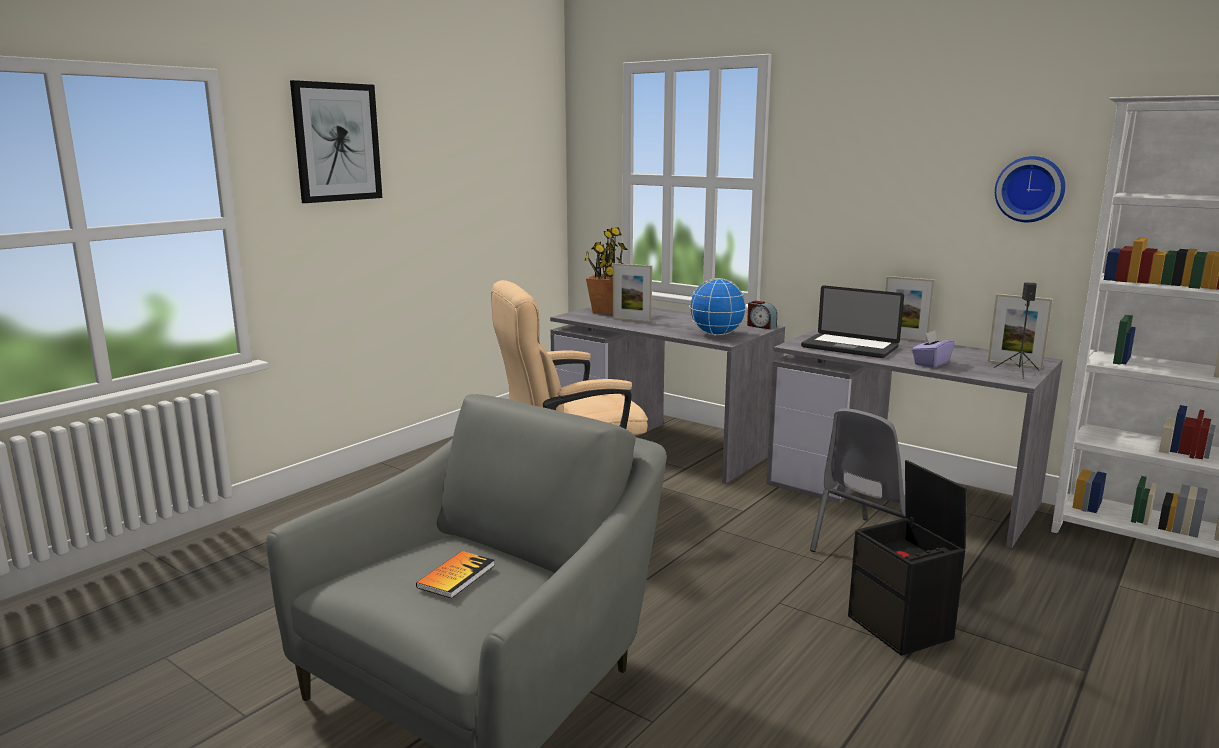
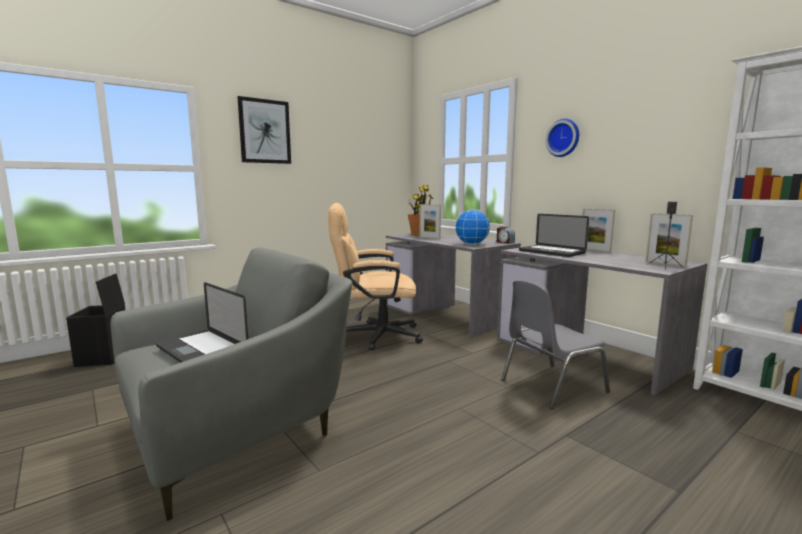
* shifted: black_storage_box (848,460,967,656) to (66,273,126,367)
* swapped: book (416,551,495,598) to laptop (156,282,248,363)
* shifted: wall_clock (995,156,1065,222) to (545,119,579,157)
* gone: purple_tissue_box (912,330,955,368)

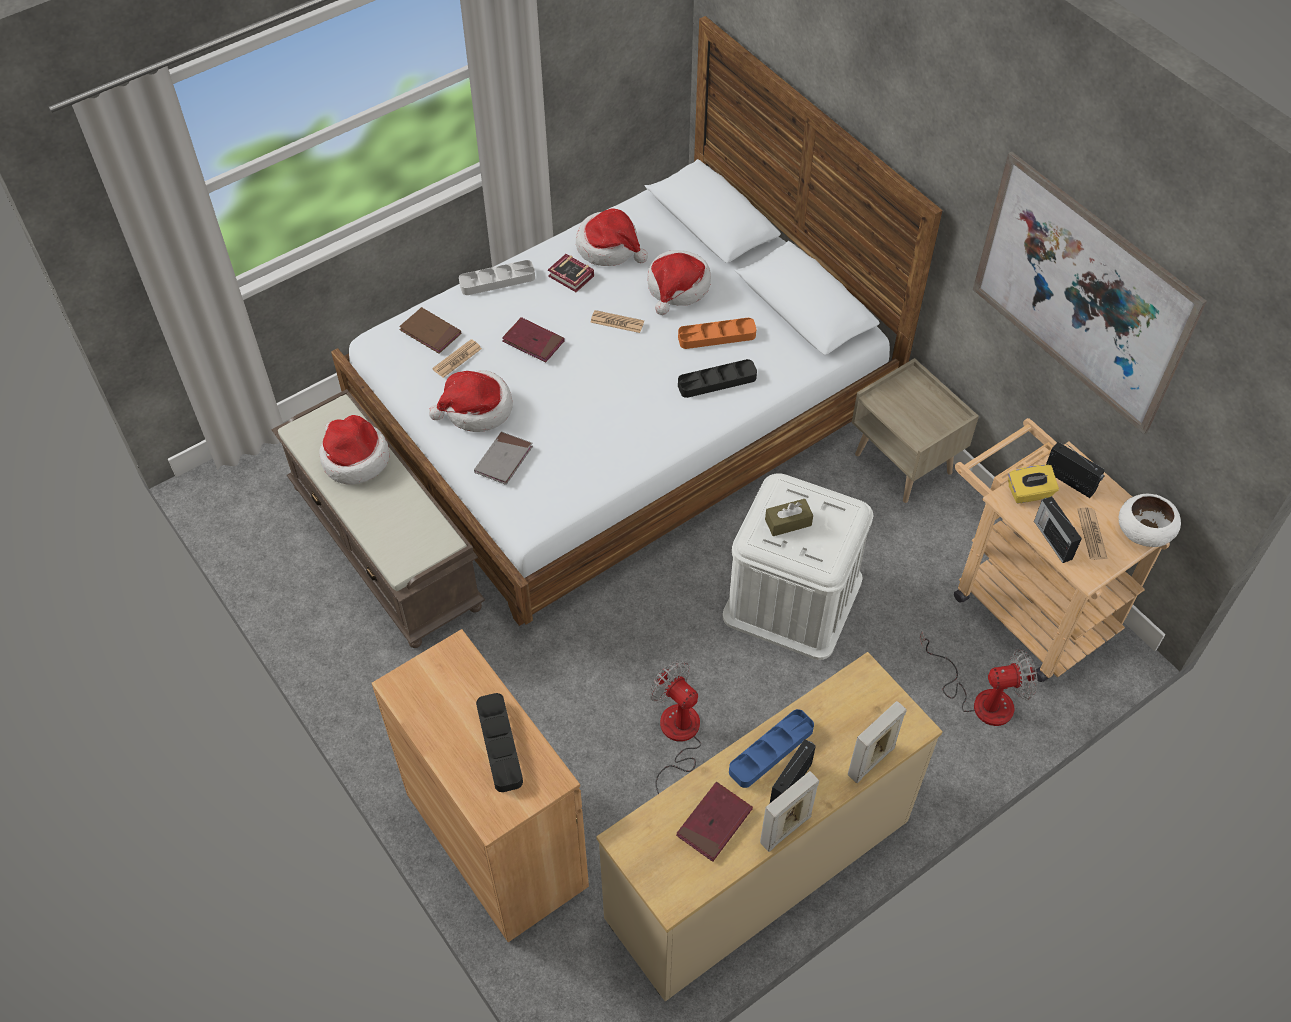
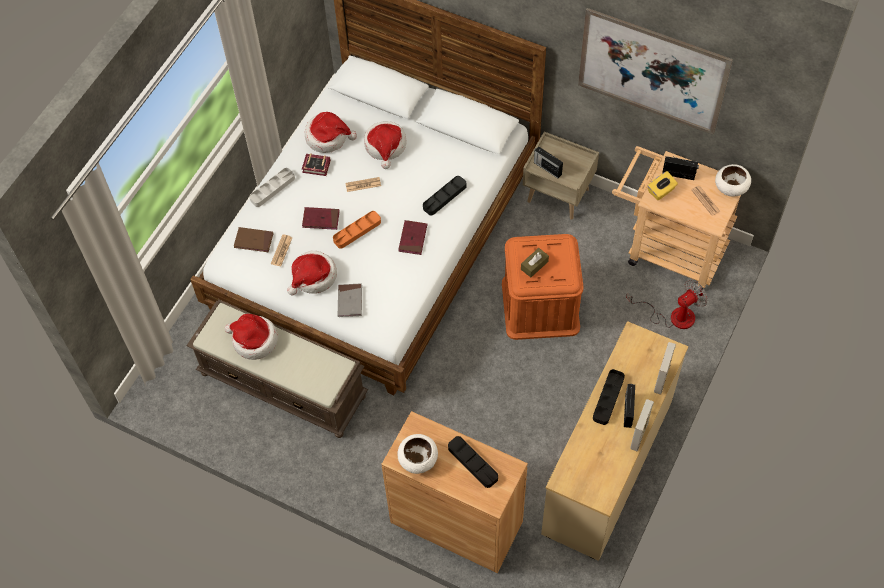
* shifted: orange_tray (678,318,756,349) to (333,211,381,249)
* new: white_bowl (397,434,438,474)
* shifted: red_book (676,782,753,862) to (398,220,427,255)
* repainted: white_storage_box (723,473,874,660) to orange_storage_box (502,234,583,340)
* shifted: radio (1034,496,1082,563) to (534,146,563,179)
* repainted: blue_tray (729,709,814,788) to black_tray (593,369,625,425)
* gone: fan (650,661,701,794)

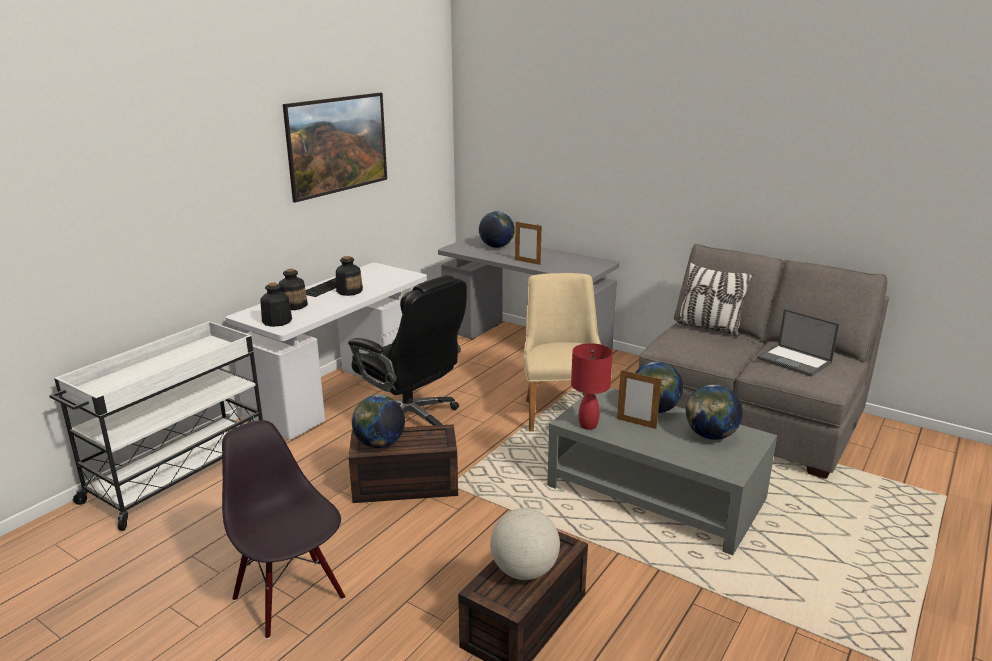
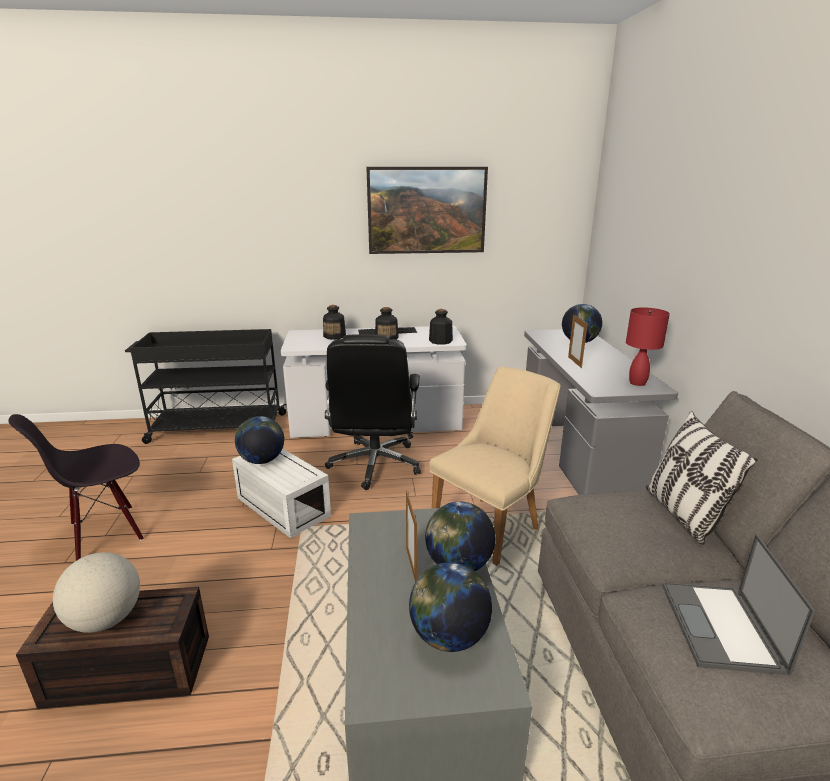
* rotated: black_chair (222,420,345,639) = (8,414,144,561) 135 degrees counterclockwise
* repainted: white_cart (49,321,263,531) to black_cart (125,329,287,444)
* repainted: brown_storage_box (349,424,458,503) to white_storage_box (232,448,331,538)
* shifted: bottle (260,283,292,327) to (429,309,453,345)
* shifted: red_table_lamp (571,343,613,430) to (626,307,670,386)

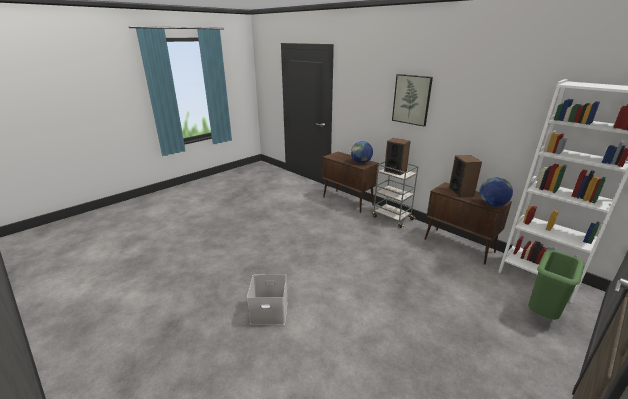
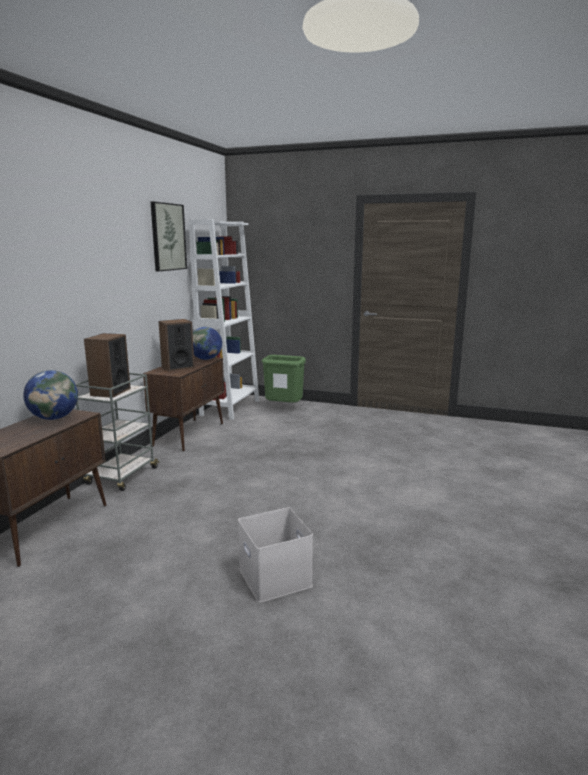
* shifted: picture (392,74,433,126) to (151,202,187,271)
* shifted: white_storage_box (247,274,288,325) to (238,508,313,603)

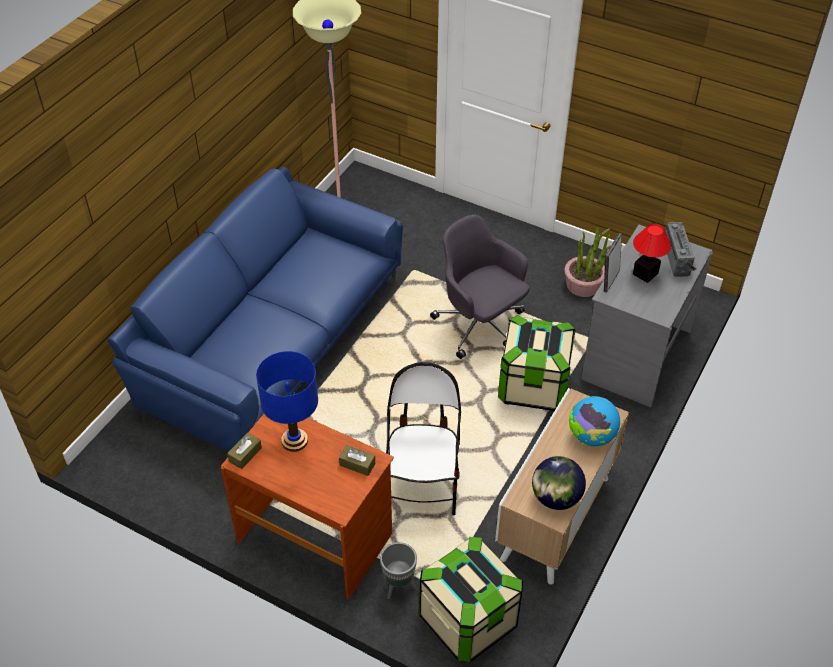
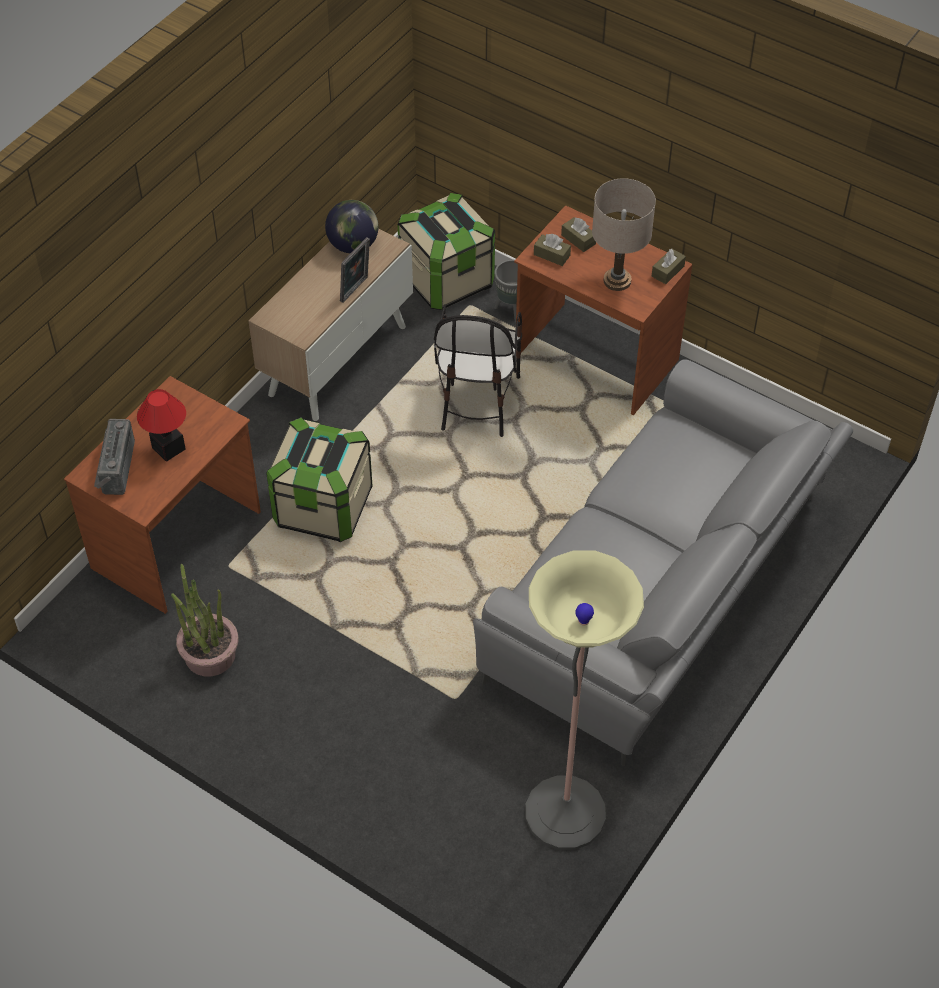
* repainted: grey_desk (581,225,712,407) to brown_desk (64,376,261,614)
* shifted: picture_frame (604,233,622,293) to (340,237,370,303)
* repainted: blue_sofa (108,167,403,452) to grey_sofa (473,359,853,766)
* new: brown_tissue_box (561,217,596,252)
* repainted: blue_table_lamp (256,351,318,452) to beige_table_lamp (592,178,656,291)
* gone: grey_office_chair (430,215,530,359)
* gone: globe (569,396,620,446)

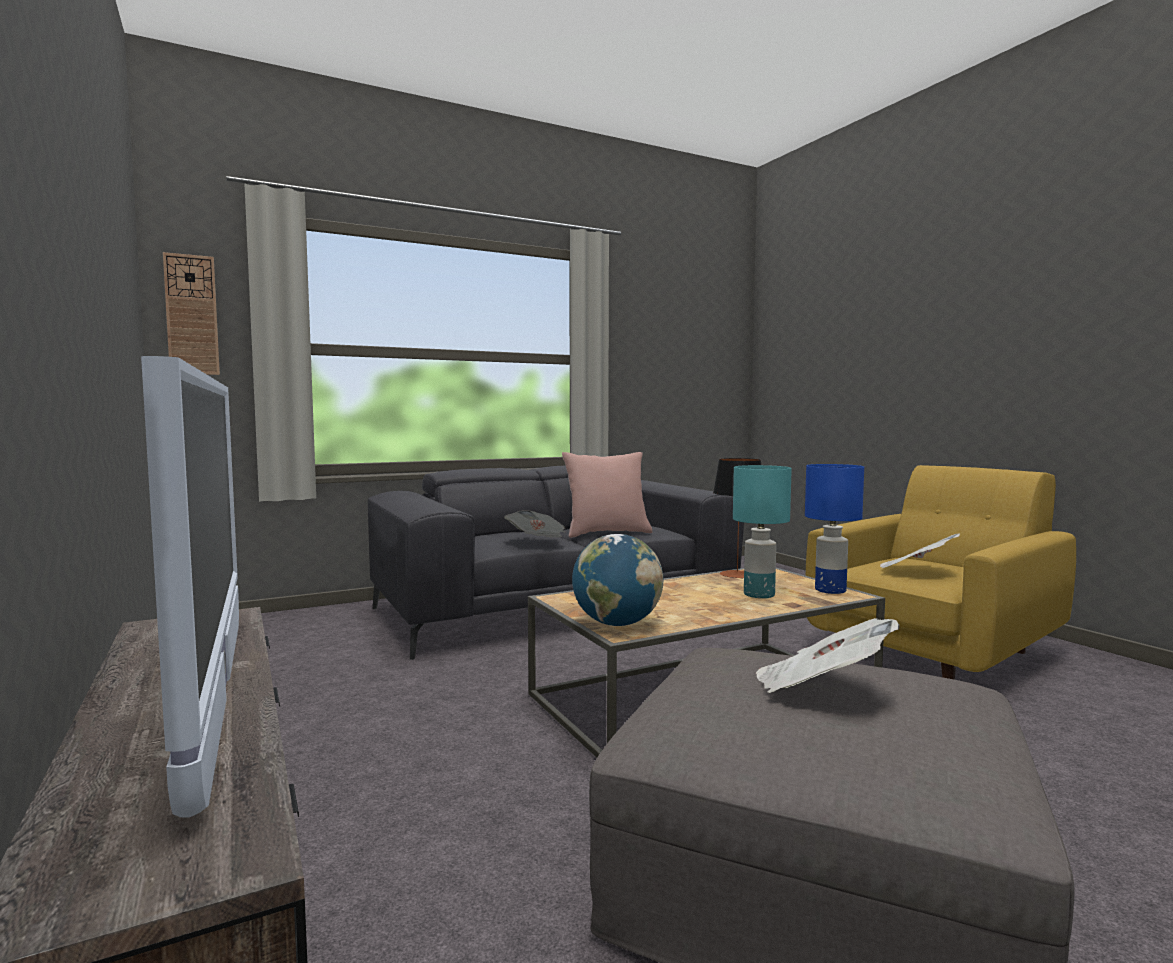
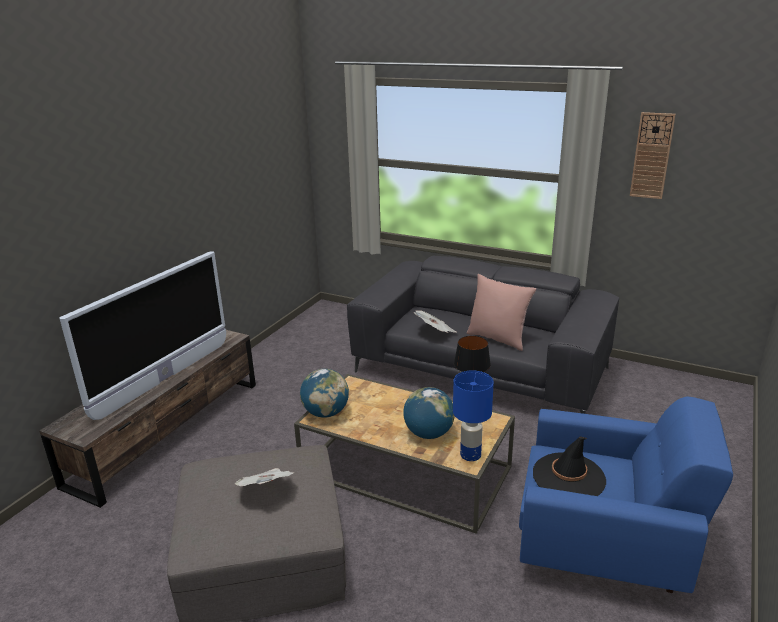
* swapped: turquoise_table_lamp (733,465,792,598) to globe (403,387,455,439)
* repainted: yellow_armchair (806,465,1076,680) to blue_armchair (519,397,733,593)
* swapped: newspaper (880,534,960,568) to black_hat (533,436,606,496)
* shifted: wall_clock (163,252,220,375) to (630,112,676,199)

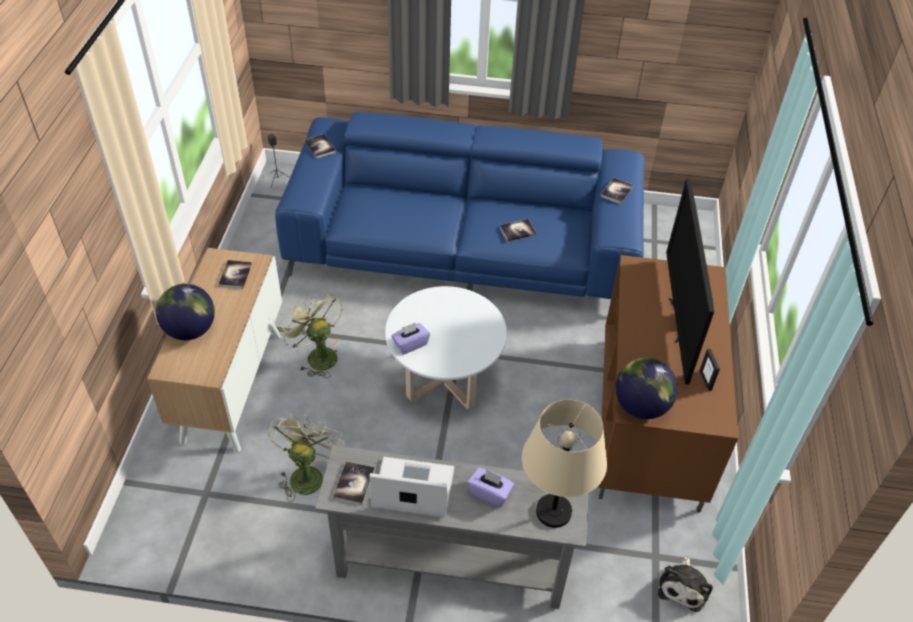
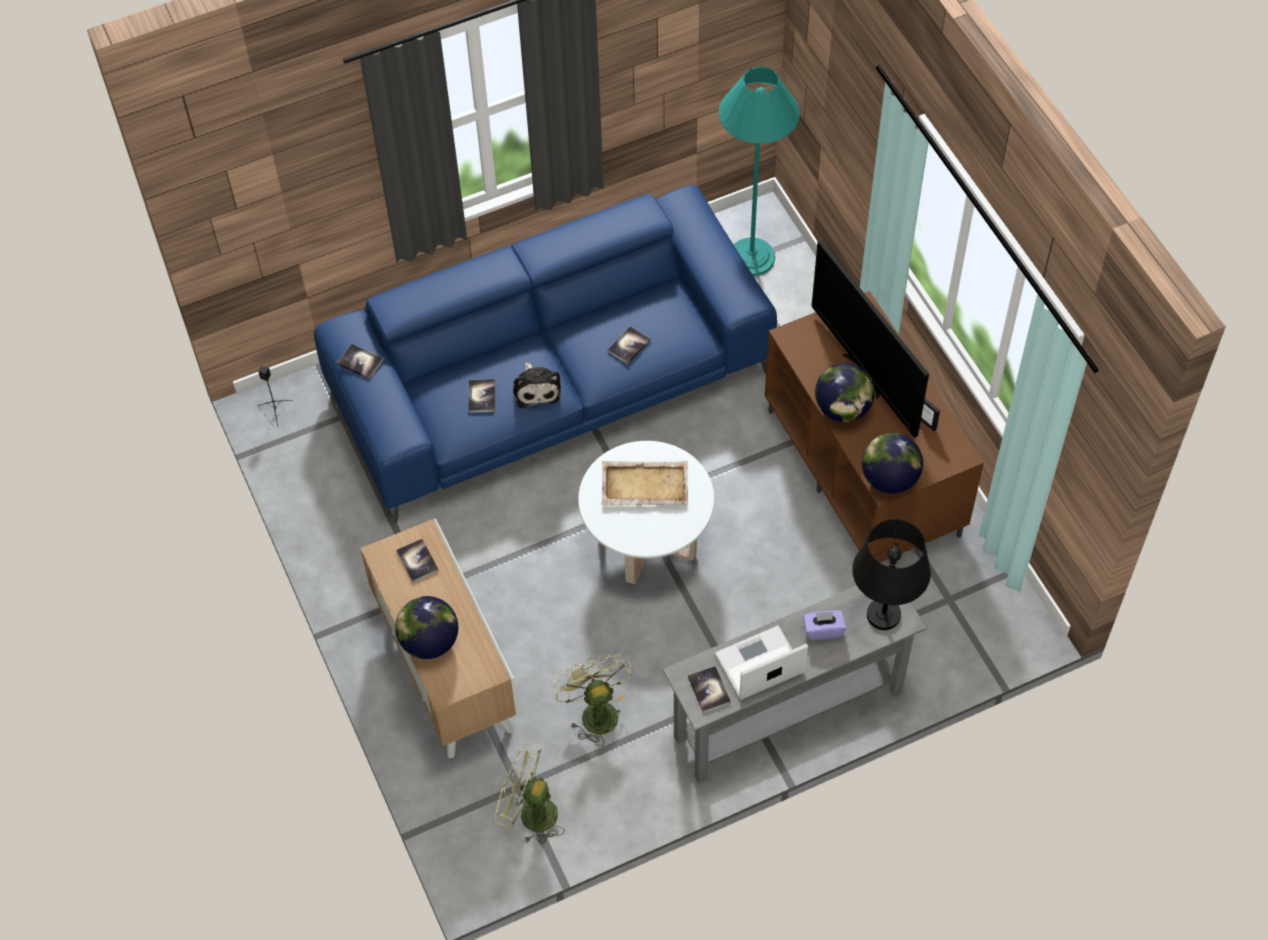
* shifted: book (600,178,634,204) to (468,379,495,413)
* shifted: green_fan (279,291,343,378) to (495,744,565,845)
* shifted: plush_toy (658,555,713,612) to (513,362,561,408)
* new: beige_tray (602,460,688,506)
* new: turquoise_floor_lamp (719,66,800,276)
* new: globe (815,363,875,422)
* repainted: beige_table_lamp (522,400,607,528) to black_table_lamp (852,519,931,630)
* gone: purple_tissue_box (391,322,430,355)

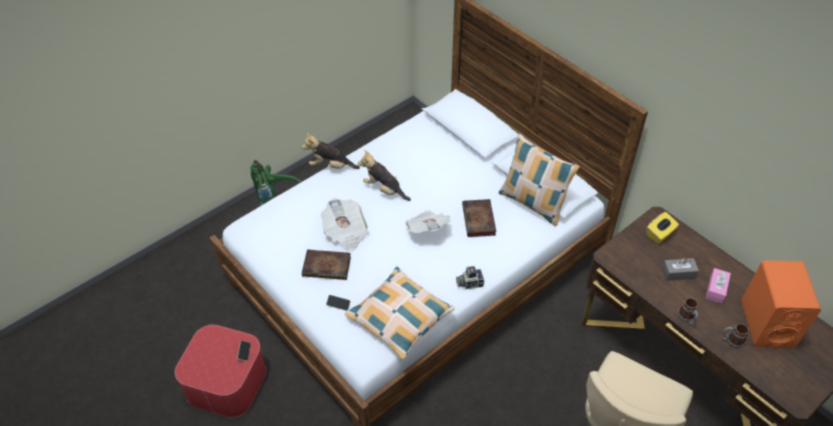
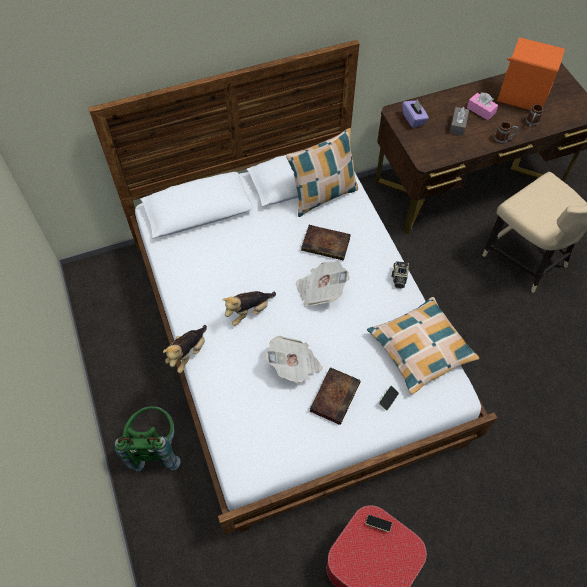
* repainted: yellow_tissue_box (646,212,679,244) to purple_tissue_box (402,99,429,128)

